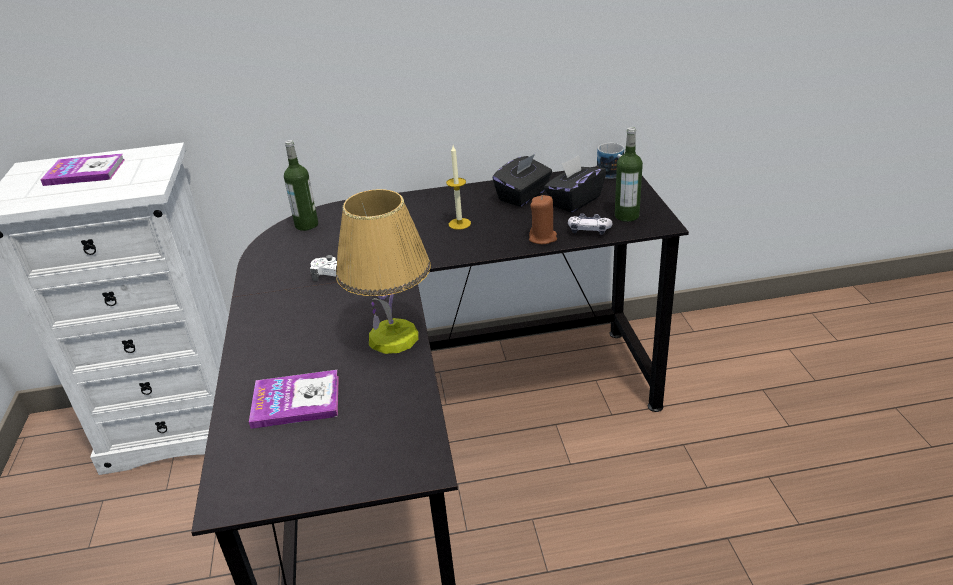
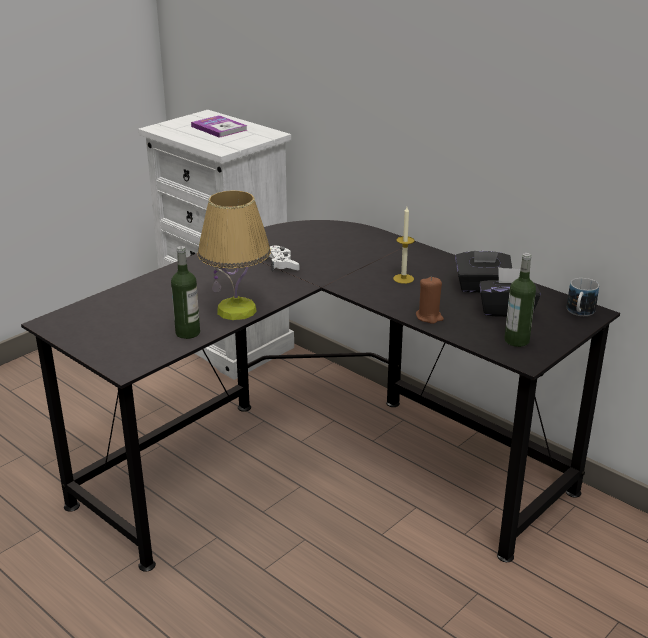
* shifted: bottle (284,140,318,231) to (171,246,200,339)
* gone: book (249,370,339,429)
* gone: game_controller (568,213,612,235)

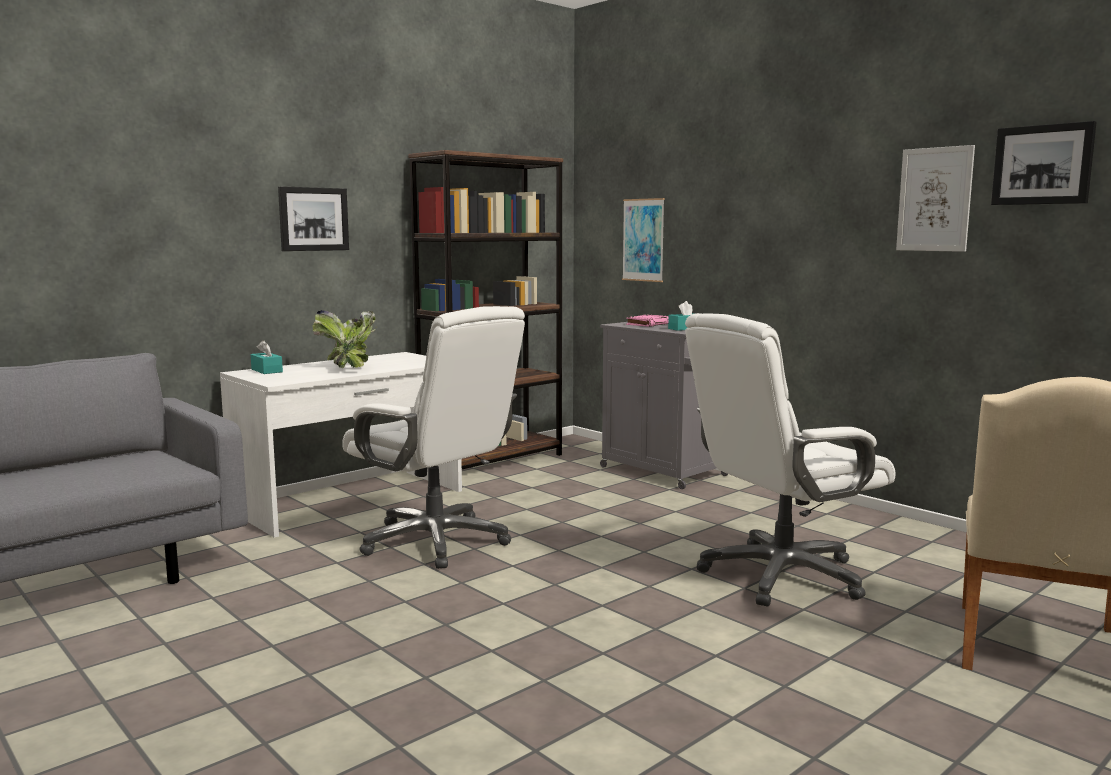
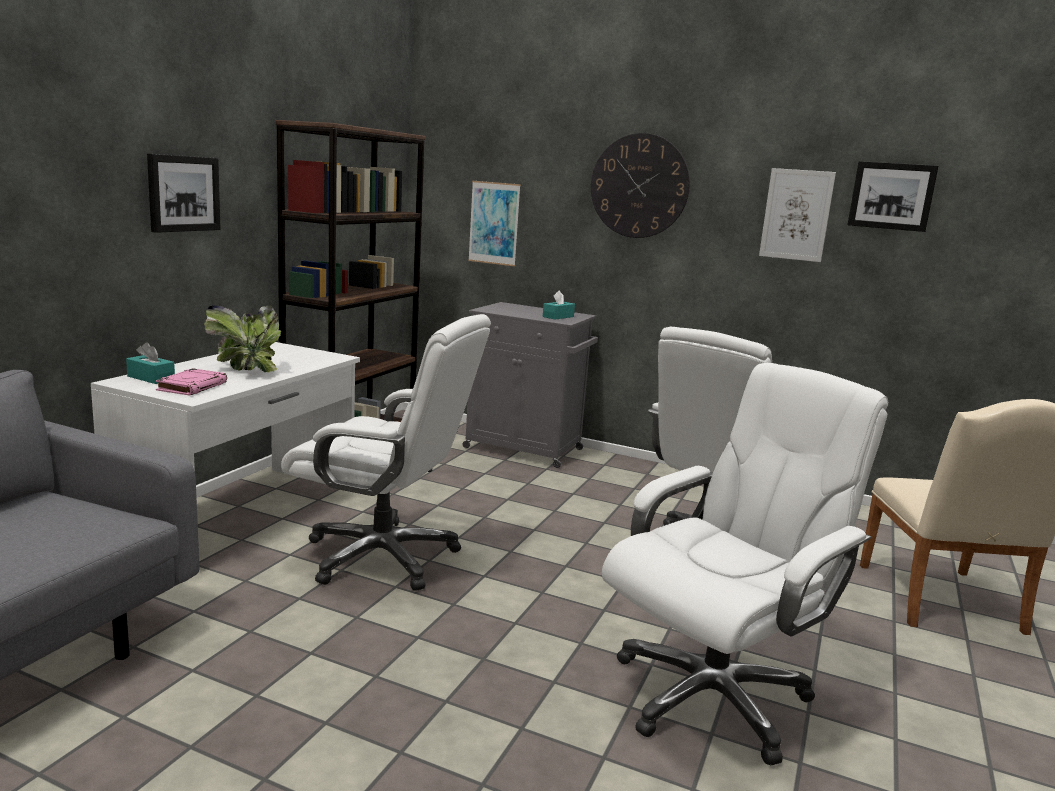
* shifted: pink_book (626,315,669,327) to (155,368,227,396)
* new: wall_clock (591,133,690,238)
* new: white_office_chair (602,363,888,765)

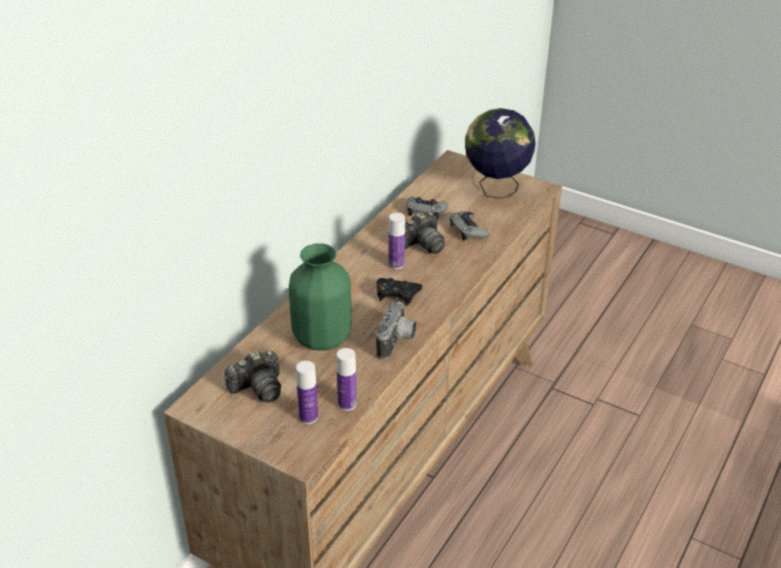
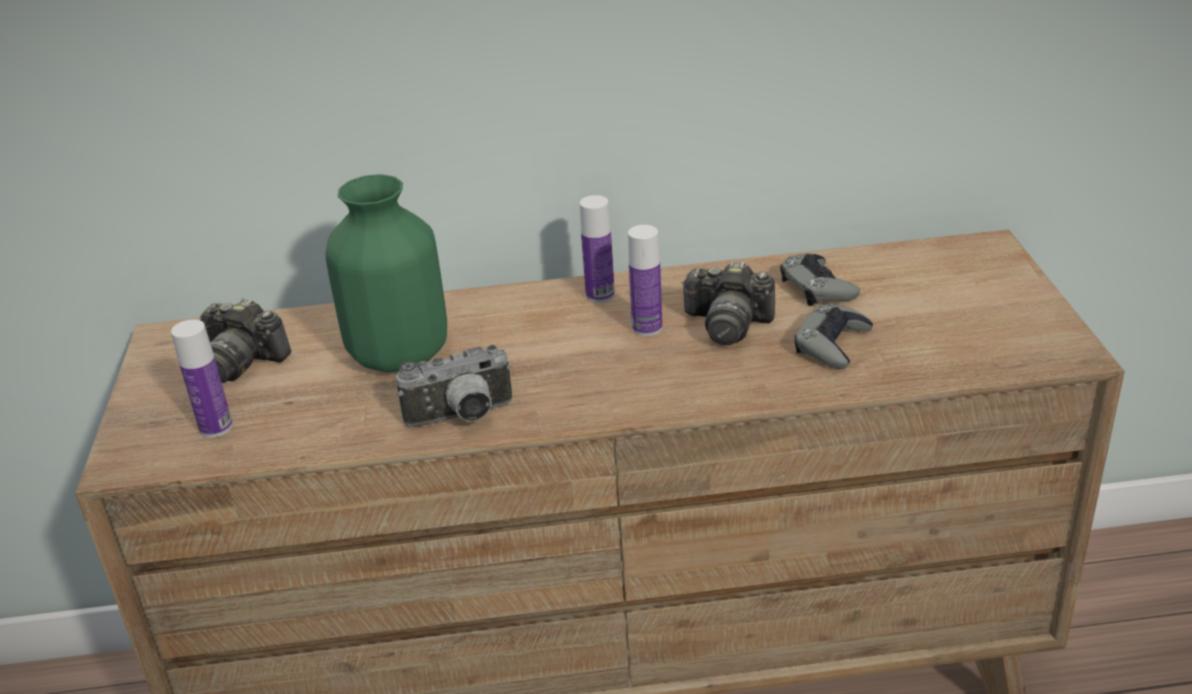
* shifted: bottle (337,348,357,411) to (580,195,615,303)
* gone: black_game_controller (376,278,422,305)
* gone: globe (465,108,535,199)

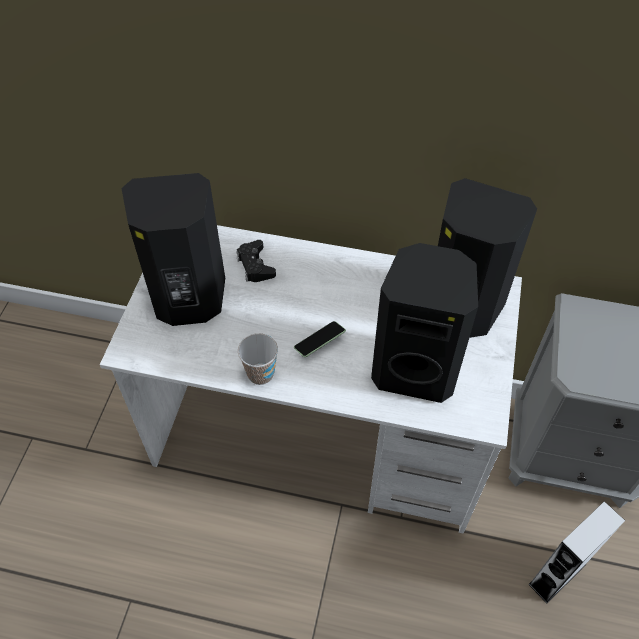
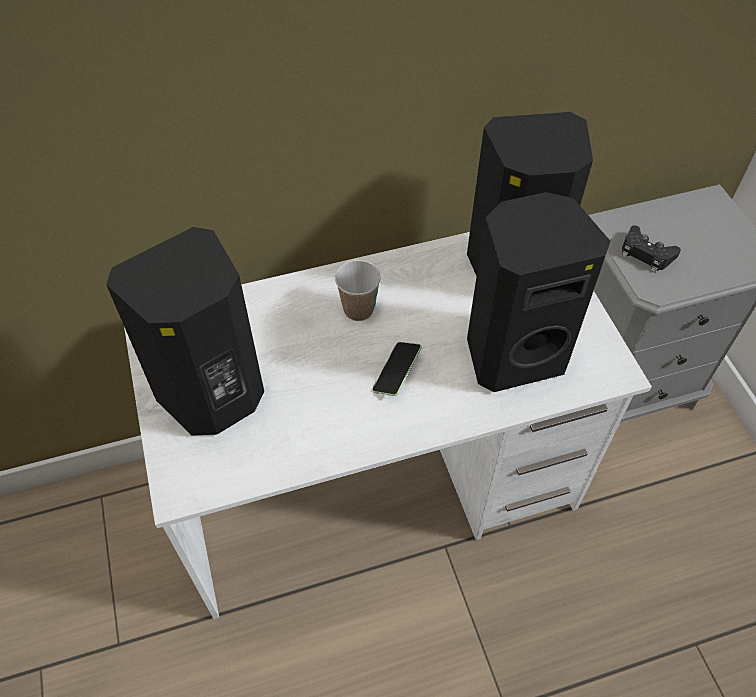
* shifted: cup (238,333,278,385) to (335,260,381,321)
* shifted: black_game_controller (236,240,276,282) to (622,225,681,272)
* gone: grey_speaker (528,501,625,603)

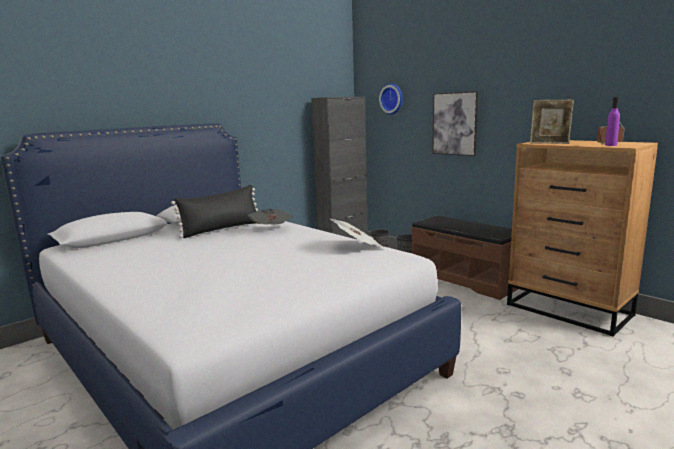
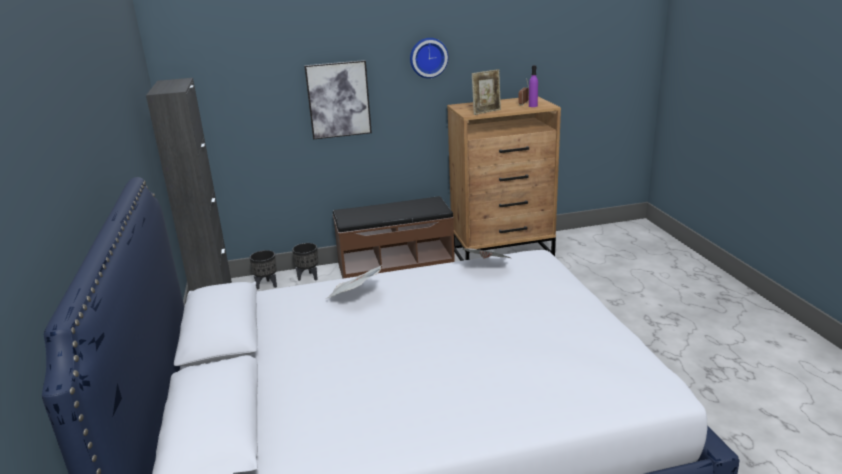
* shifted: wall_clock (379,84,403,115) to (410,38,449,78)
* gone: black_pillow (171,185,258,238)

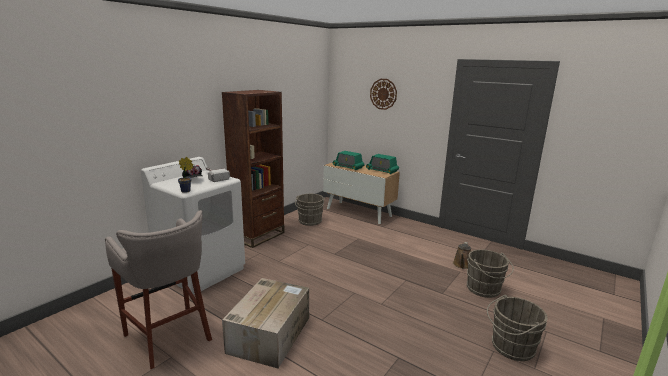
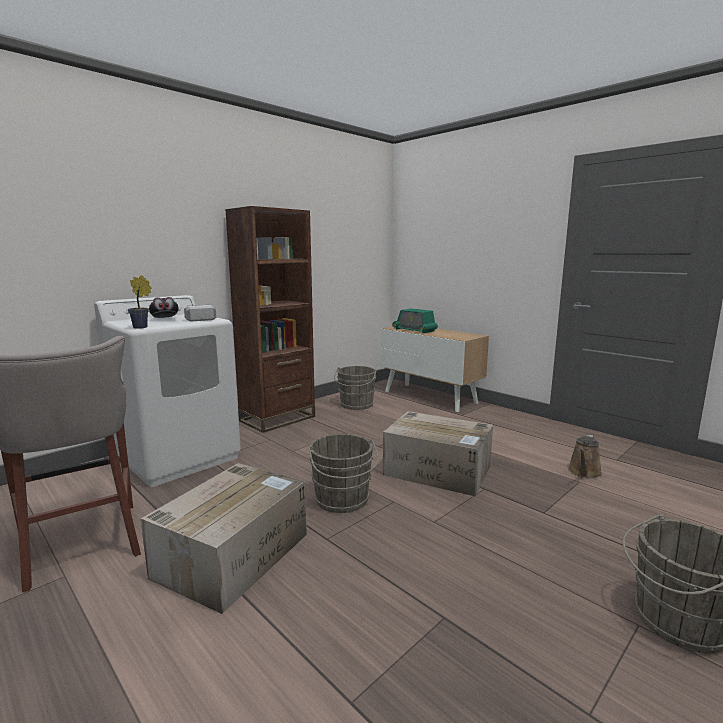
* shifted: grey_bucket (466,249,514,298) to (308,434,379,513)
* new: cardboard_box (383,411,493,496)
* gone: radio (366,154,399,174)
* gone: wall_clock (370,79,397,110)

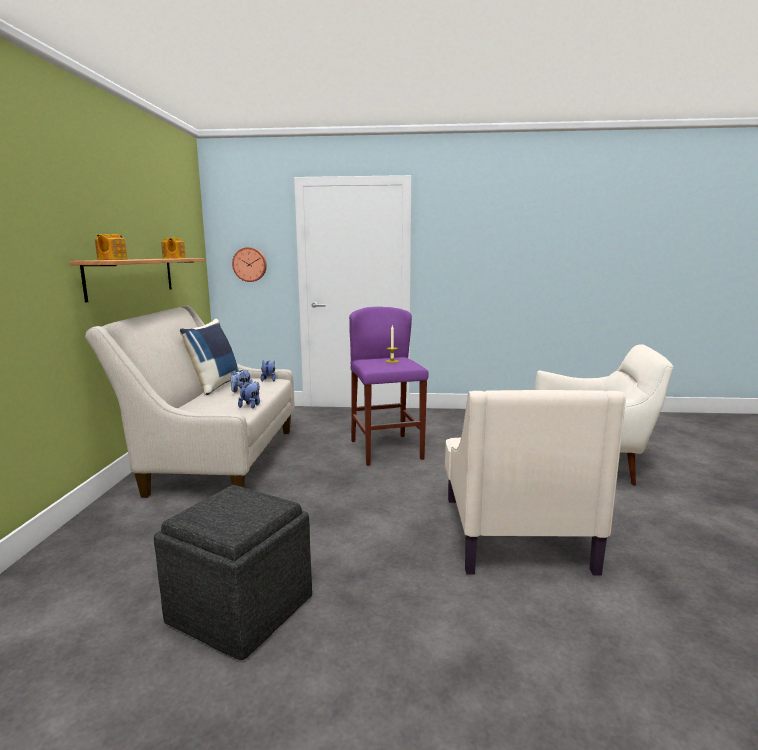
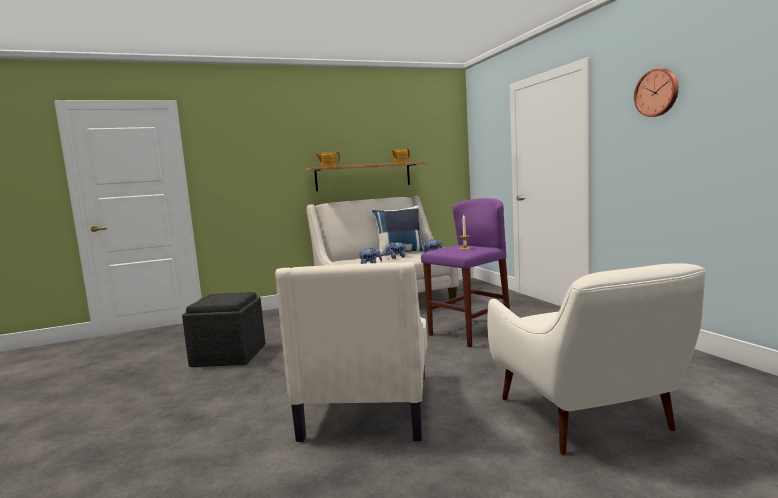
* rotated: beige_armchair (445,390,626,575) = (275,262,427,442) 60 degrees counterclockwise
* shifted: wall_clock (232,247,267,282) to (634,68,679,117)

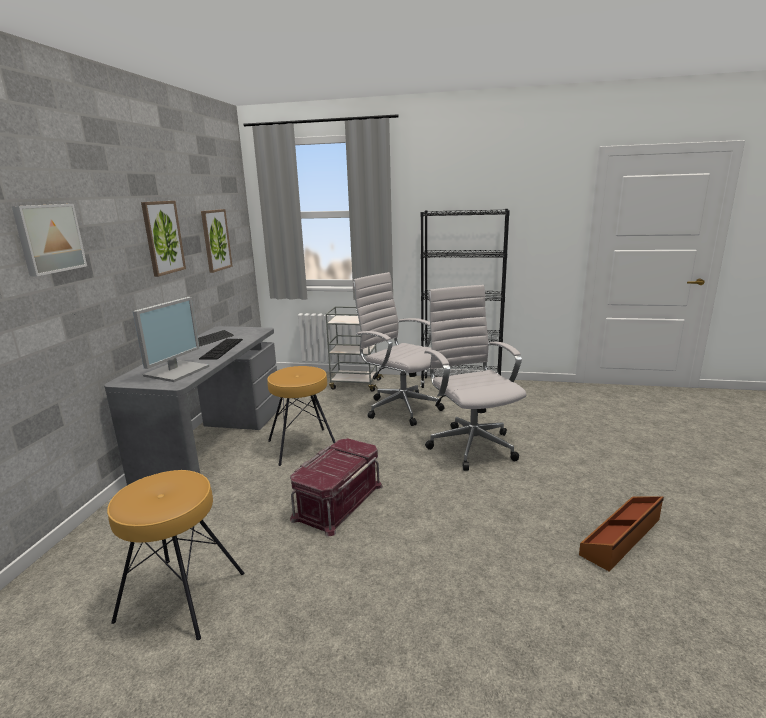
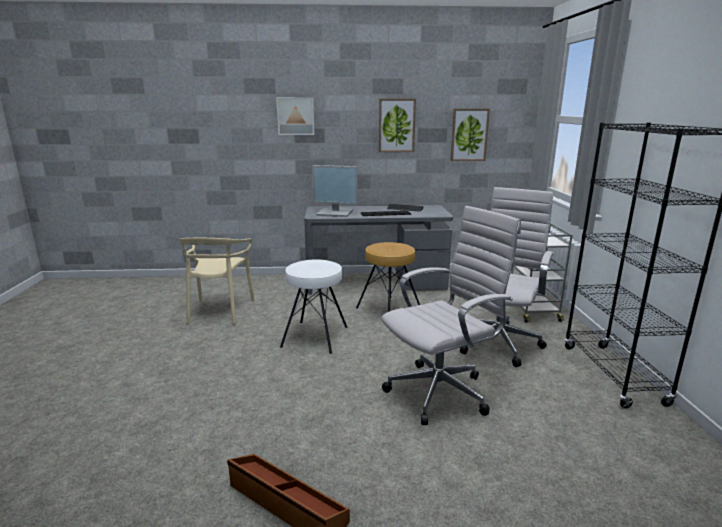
* swapped: brown_stool (107,470,244,640) to beige_chair (178,238,255,324)
* swapped: red_storage_box (290,438,383,537) to white_stool (280,259,347,354)

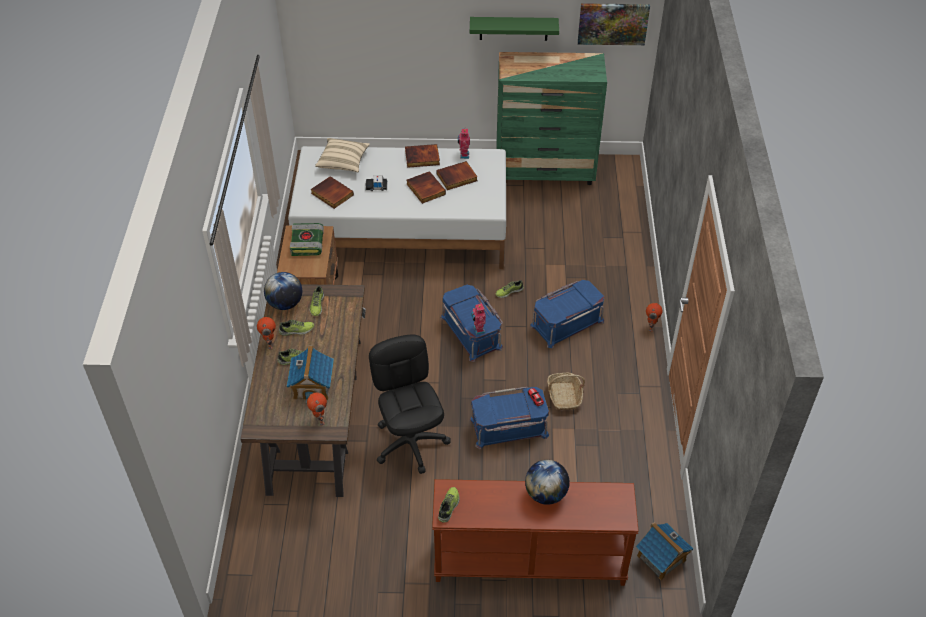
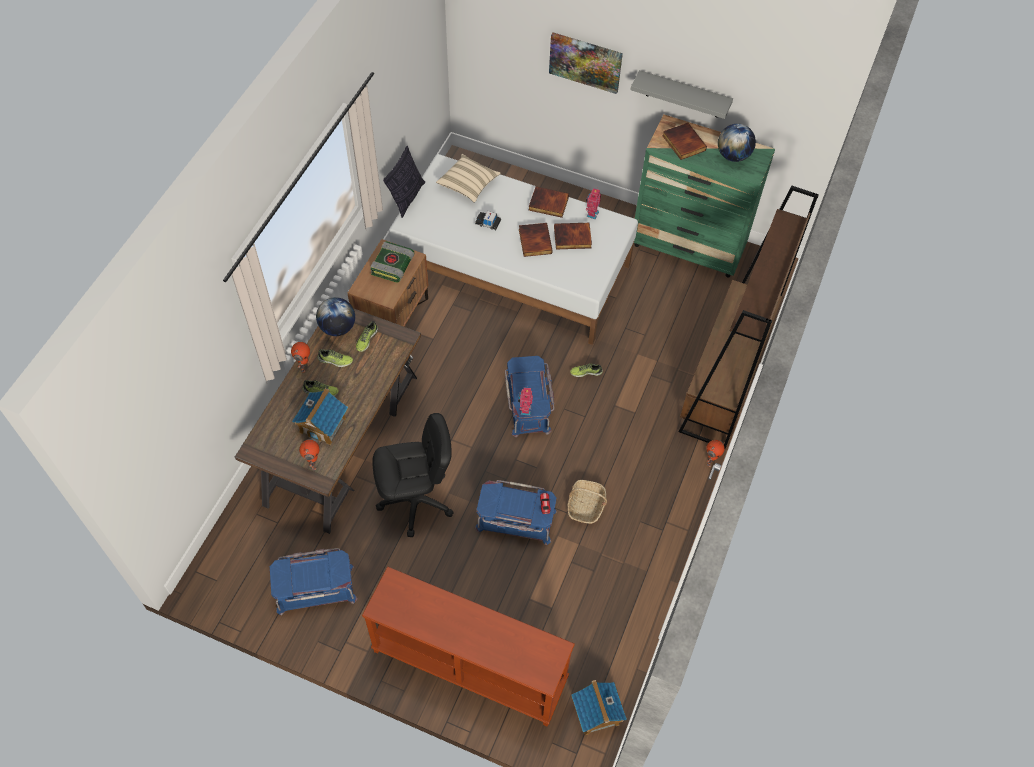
* shifted: blue_storage_box (530,280,604,348) to (270,548,358,615)
* rotated: black_office_chair (369,335,451,474) = (372,413,454,537) 75 degrees clockwise
* new: pillow (383,146,425,218)
* shifted: picture (578,3,650,45) to (549,33,623,94)
* repainted: green_shelf (470,17,559,41) to grey_shelf (630,70,733,119)
* shifted: book (311,176,354,209) to (662,123,707,160)
* new: brown_bookcase (678,186,819,449)
* shifted: globe (525,460,570,505) to (718,124,756,162)
* gone: shoe (438,487,459,522)

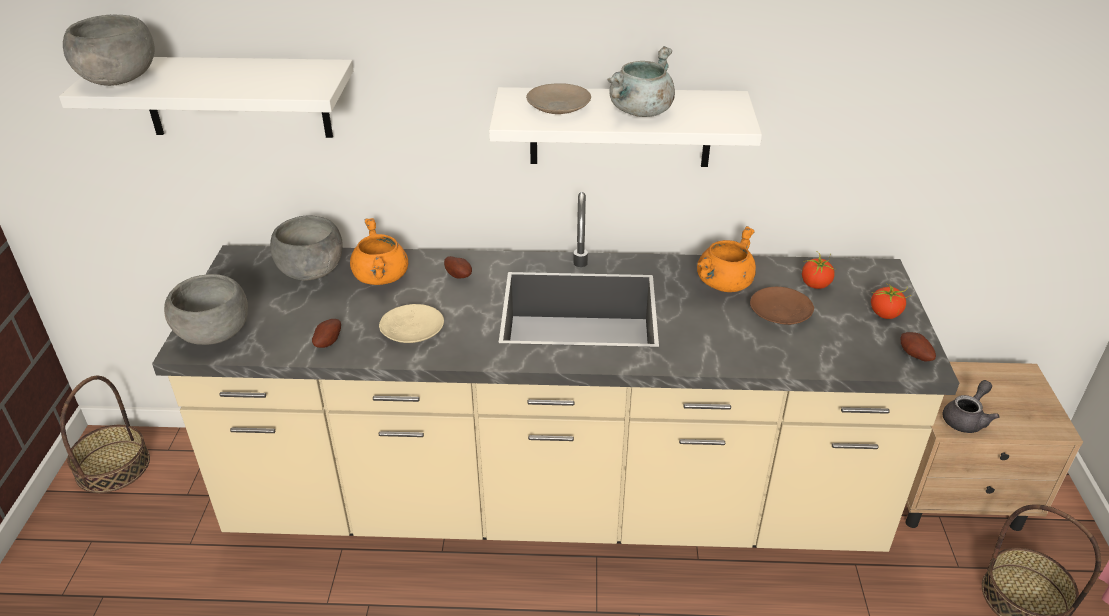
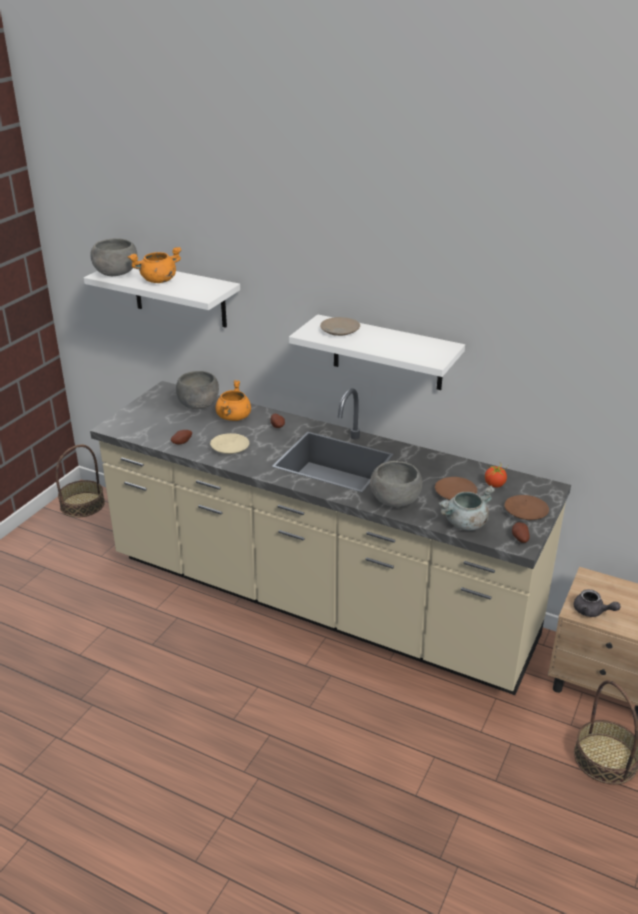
* shifted: orange_cooking_pot (697,226,756,292) to (128,247,182,283)
* shifted: grey_bowl (164,274,248,345) to (370,461,422,507)
* shifted: grey_cooking_pot (607,46,675,117) to (438,485,495,531)
* swapped: tomato (871,283,911,319) to brown_plate (504,495,549,520)
* rotated: grey_teapot (943,380,1000,433) = (574,589,621,617) 60 degrees clockwise

